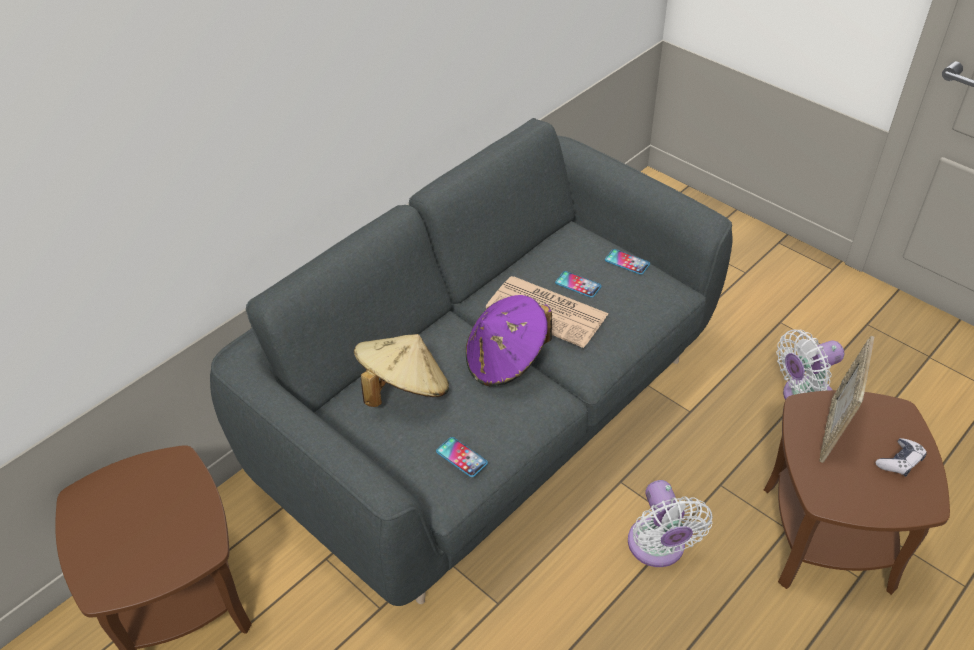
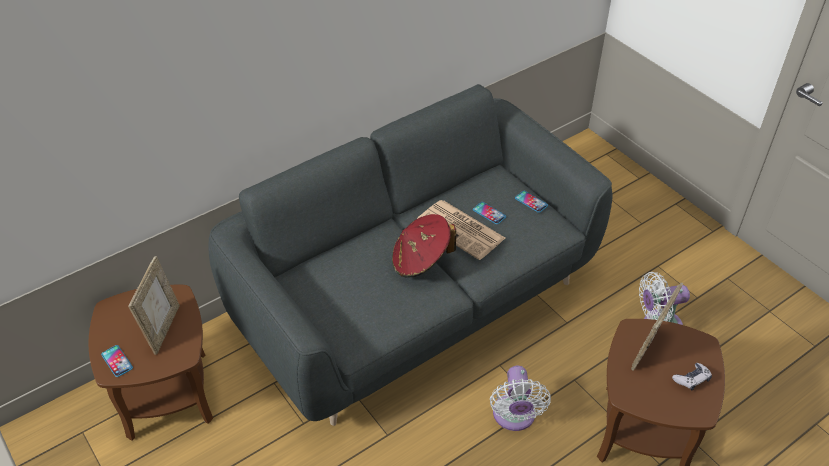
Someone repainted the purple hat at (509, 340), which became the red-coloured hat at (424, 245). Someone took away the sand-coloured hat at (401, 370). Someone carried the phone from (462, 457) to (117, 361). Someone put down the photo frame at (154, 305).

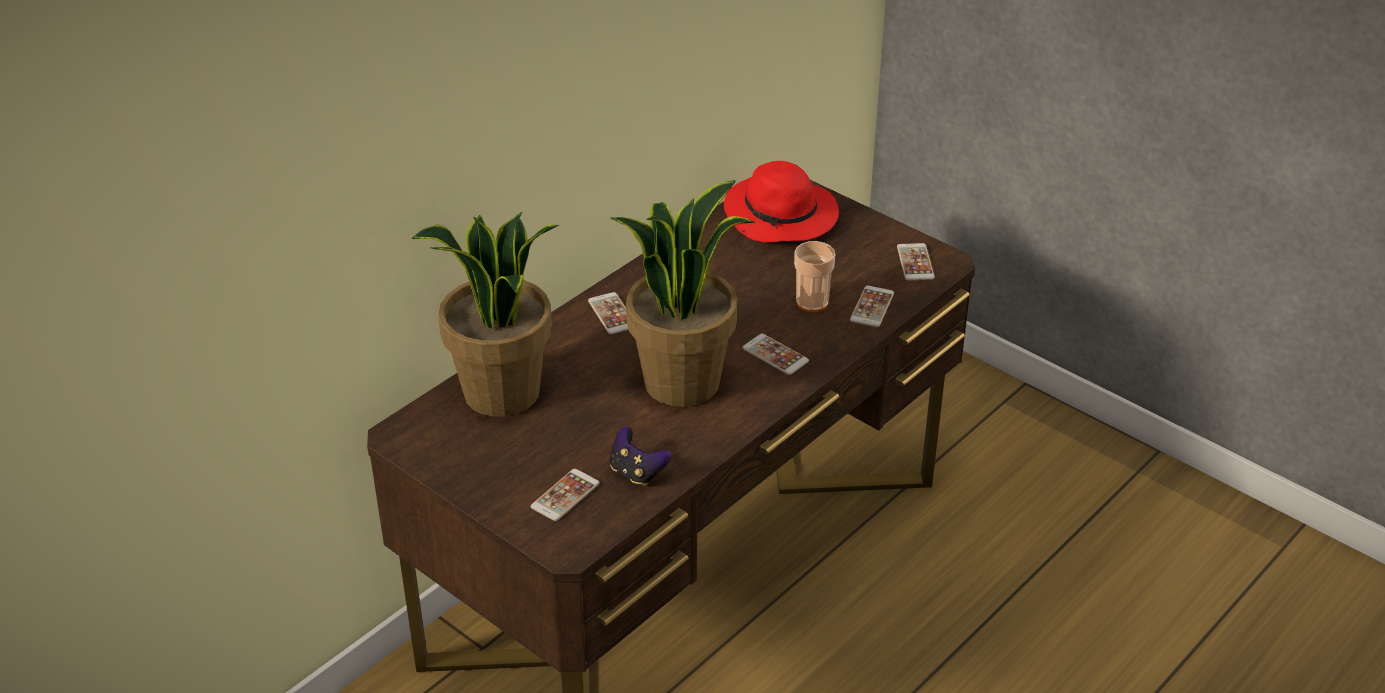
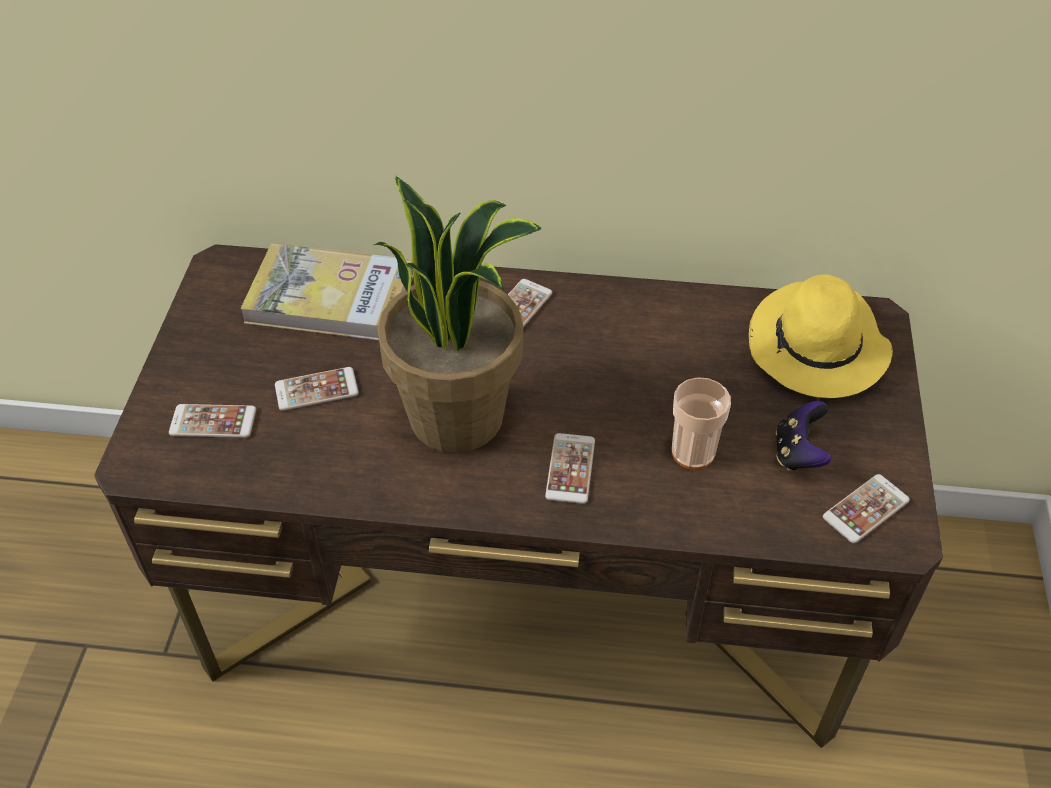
Someone repainted the red-coloured hat at (781, 201), which became the yellowish hat at (821, 336). Someone swapped the plant in a pot at (485, 314) for the book at (326, 291). Someone carried the phone from (872, 306) to (317, 389). Someone carried the game controller from (640, 456) to (804, 436).

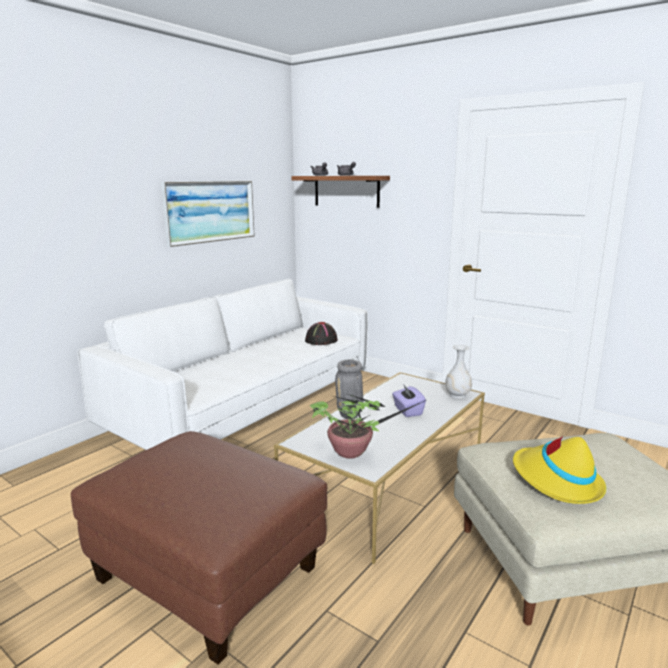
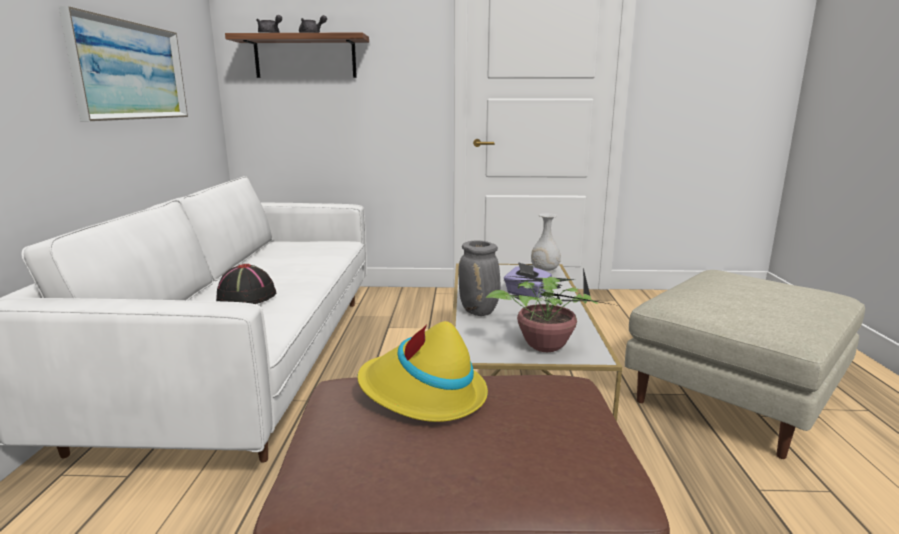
Someone carried the blackish hat from (321, 333) to (246, 284). Someone carried the yellowish hat from (559, 470) to (422, 371).

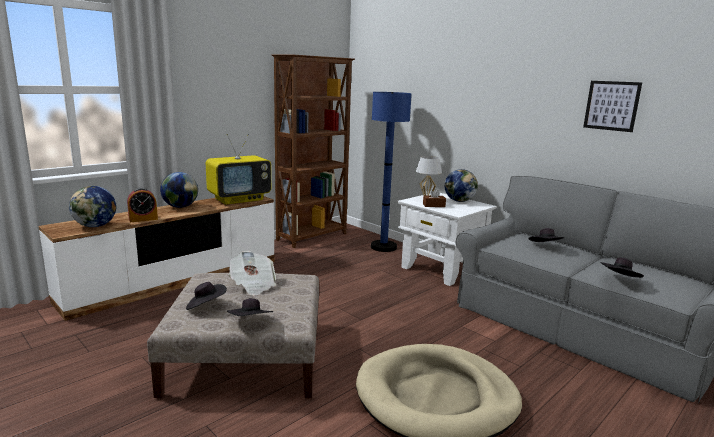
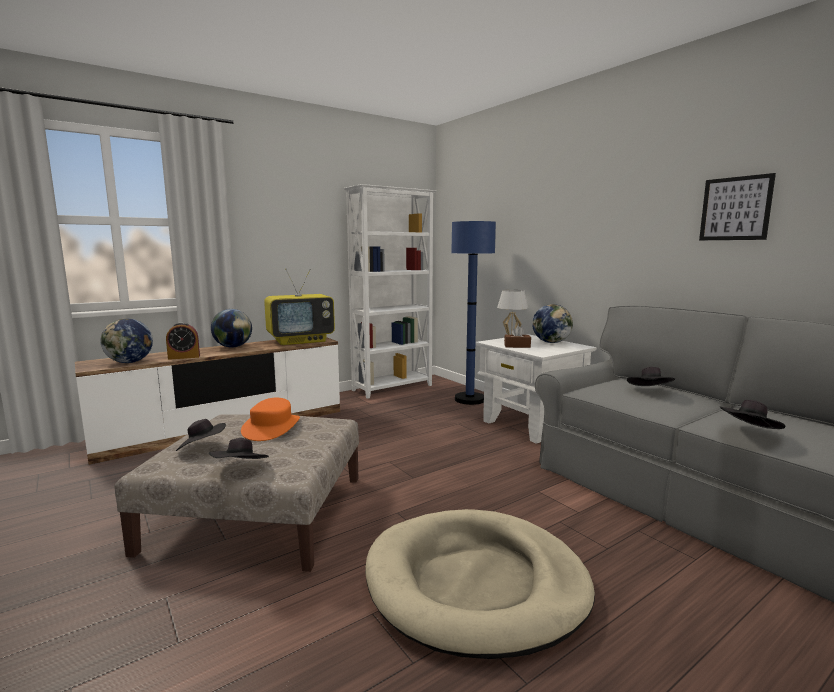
Someone repainted the brownish bookshelf at (313, 151), which became the whitish bookshelf at (390, 291). Someone swapped the daily paper at (252, 273) for the orangey hat at (270, 419).

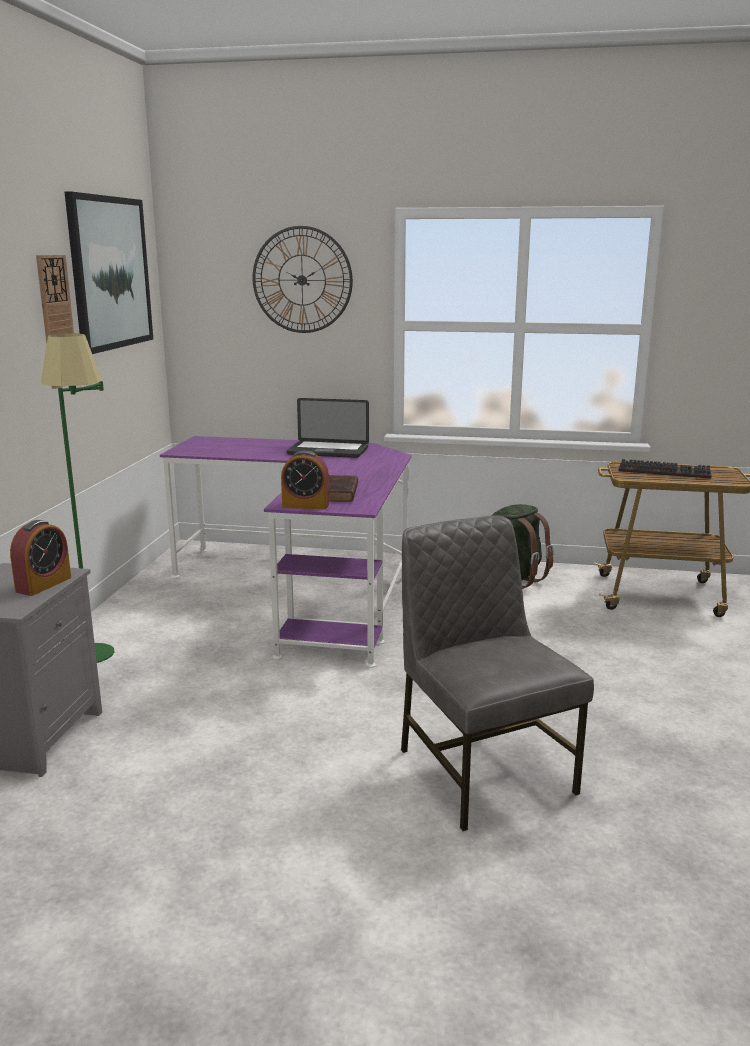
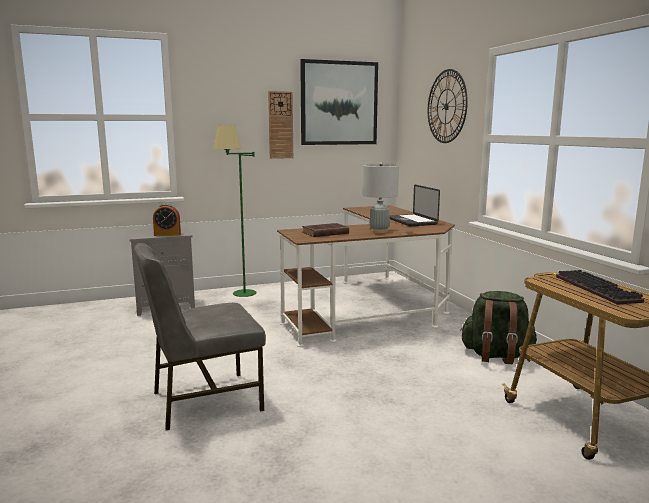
Someone repainted the purple desk unit at (285, 552), which became the brownish desk unit at (366, 276). Someone took away the alarm clock at (305, 479). Someone rotated the greyish plain chair at (497, 673) by 150 degrees counterclockwise. Someone put down the greyish lamp for a table at (381, 197).

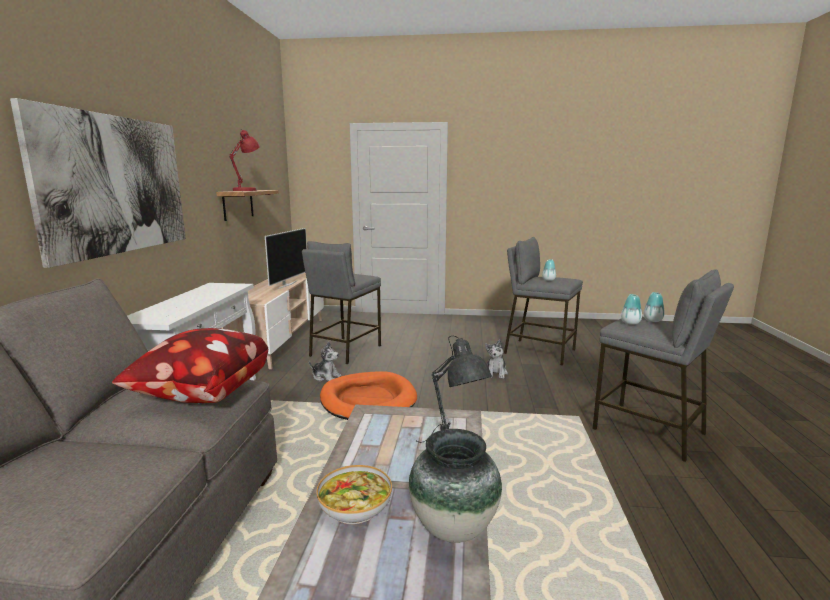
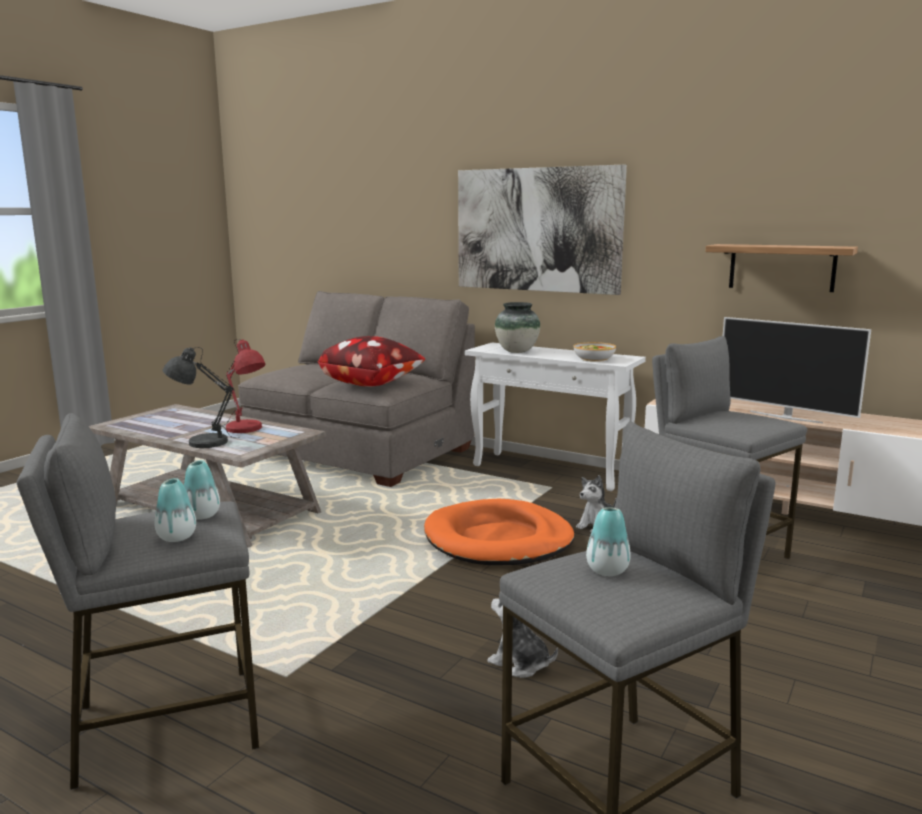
Someone carried the red-coloured lamp for a table from (244, 160) to (243, 386). Someone carried the vase from (455, 486) to (517, 327). Someone carried the bowl from (354, 494) to (595, 352).

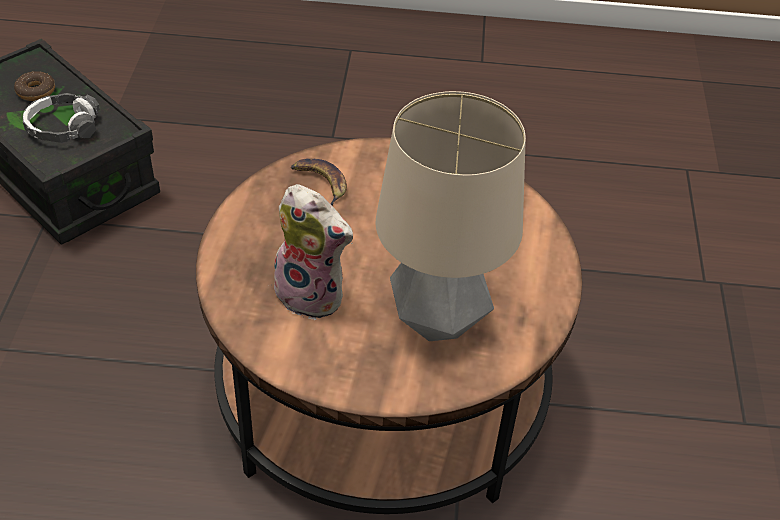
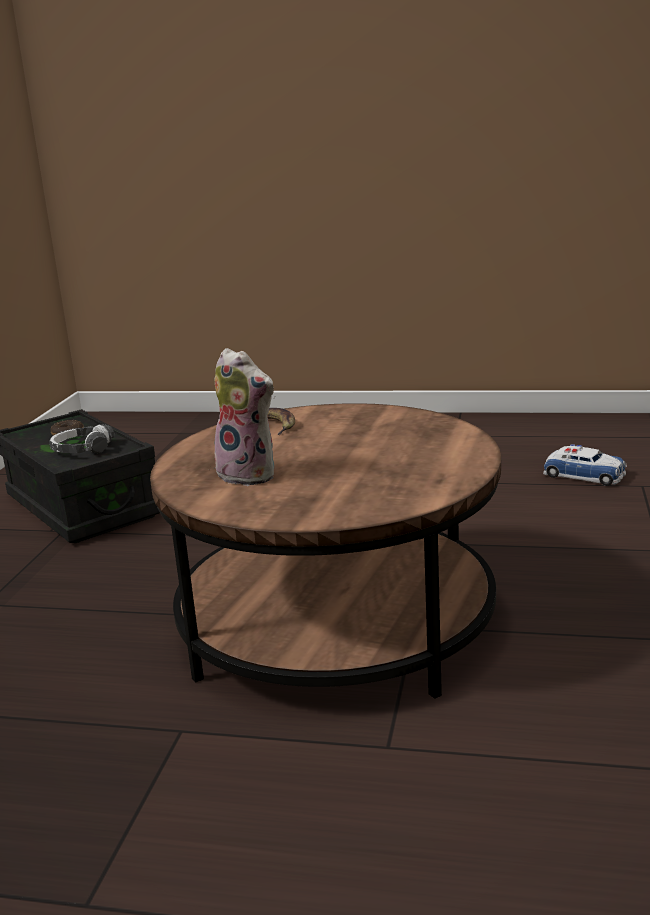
Someone took away the lamp for a table at (451, 216). Someone put down the model car at (584, 465).

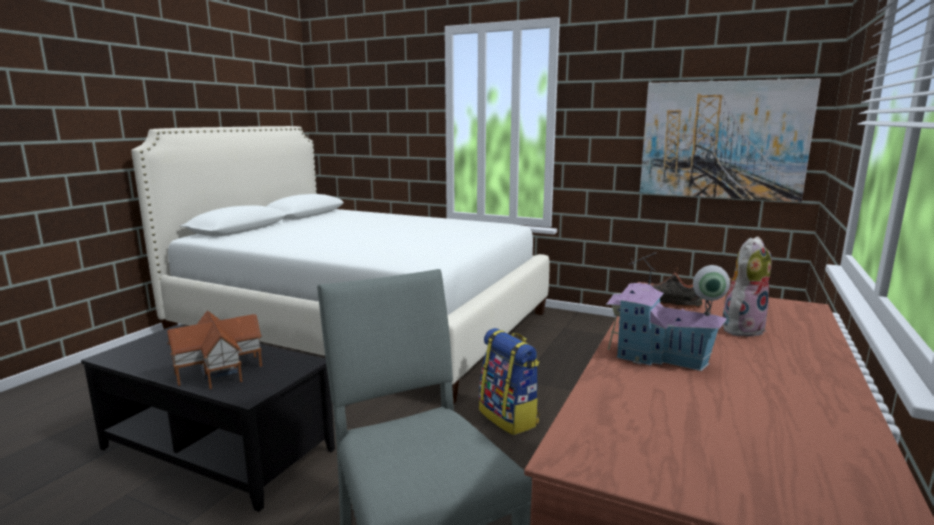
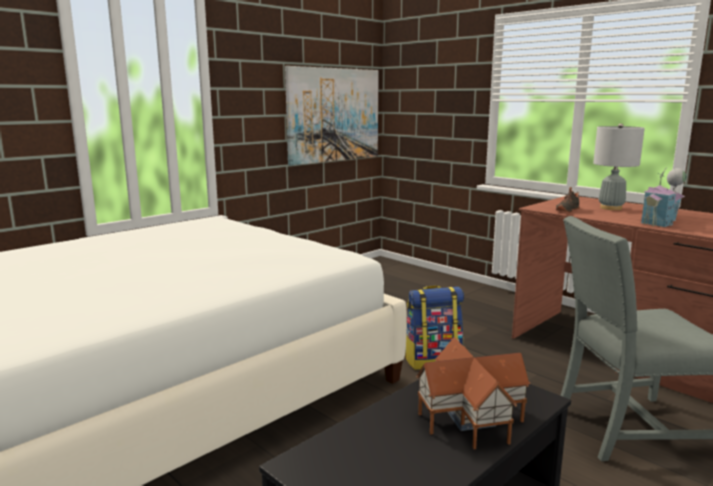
Someone swapped the plush toy at (747, 287) for the greyish lamp for a table at (619, 166).

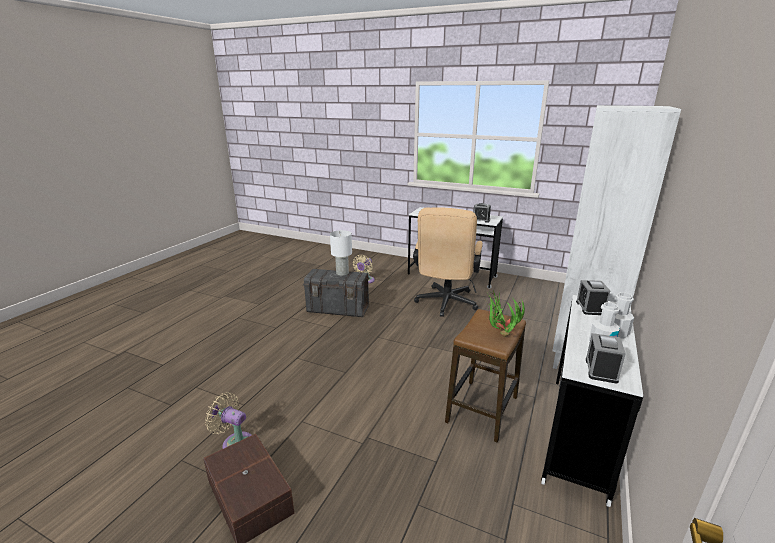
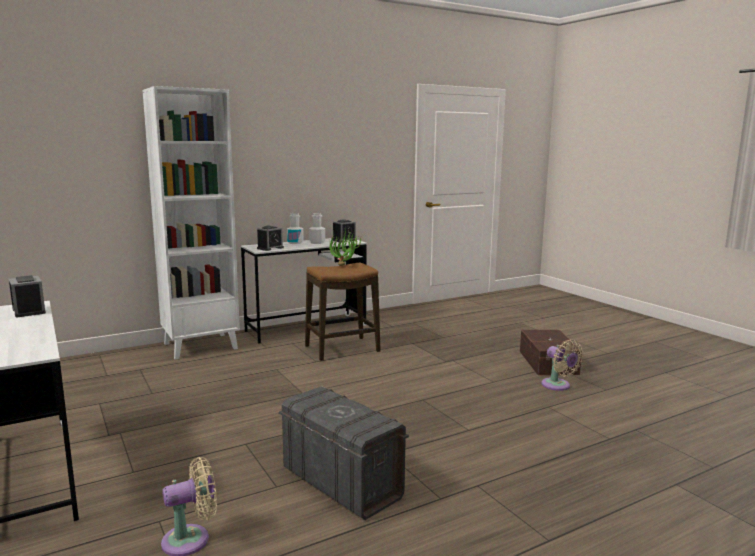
Someone took away the sand-coloured computer chair at (448, 262). Someone took away the whitish lamp for a table at (341, 253).

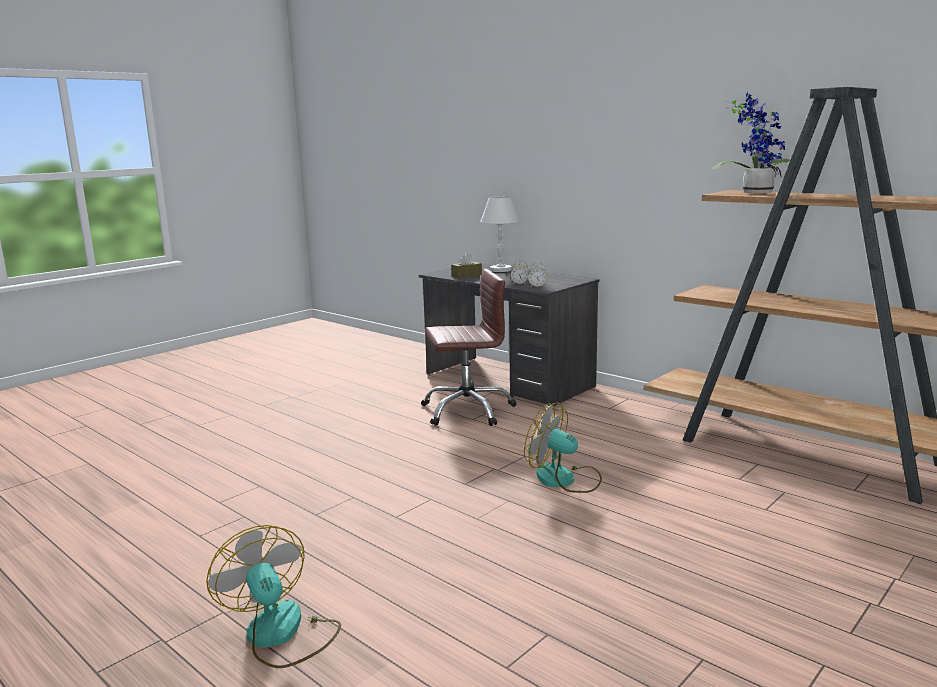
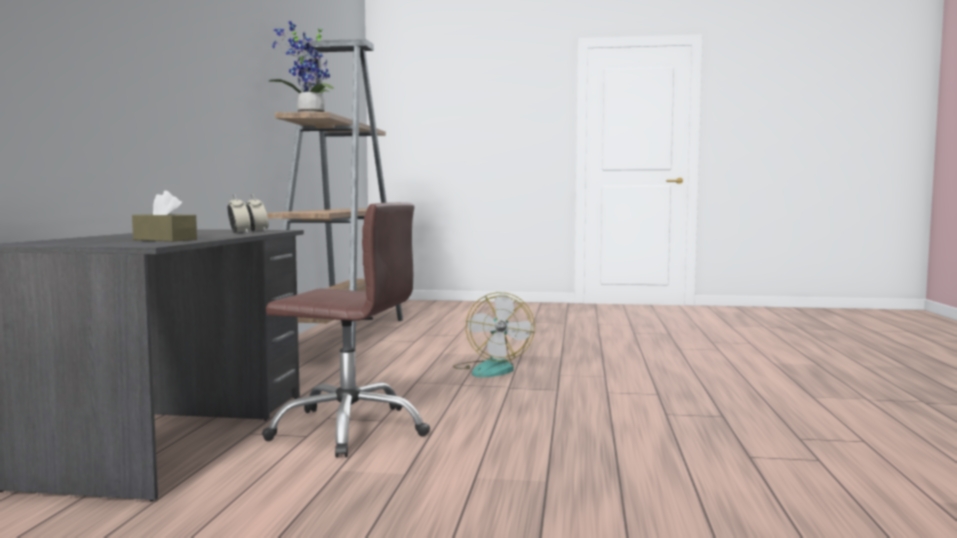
Someone took away the whitish lamp for a table at (500, 234). Someone rotated the brownish computer chair at (468, 347) by 150 degrees clockwise. Someone took away the cooling fan at (273, 596).

